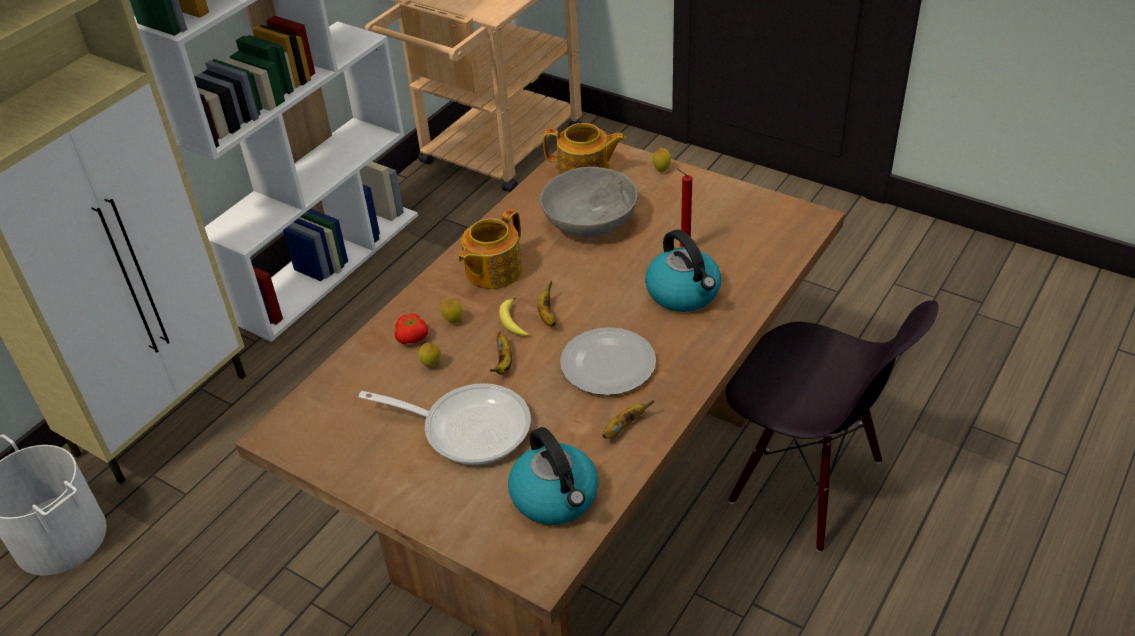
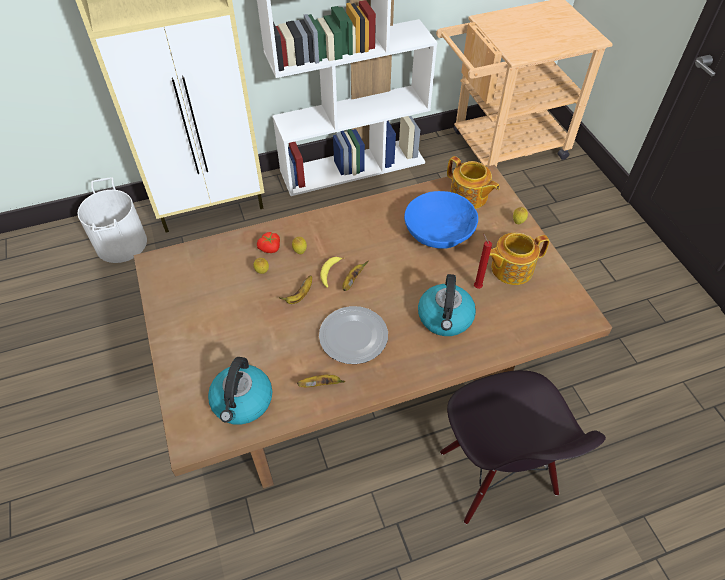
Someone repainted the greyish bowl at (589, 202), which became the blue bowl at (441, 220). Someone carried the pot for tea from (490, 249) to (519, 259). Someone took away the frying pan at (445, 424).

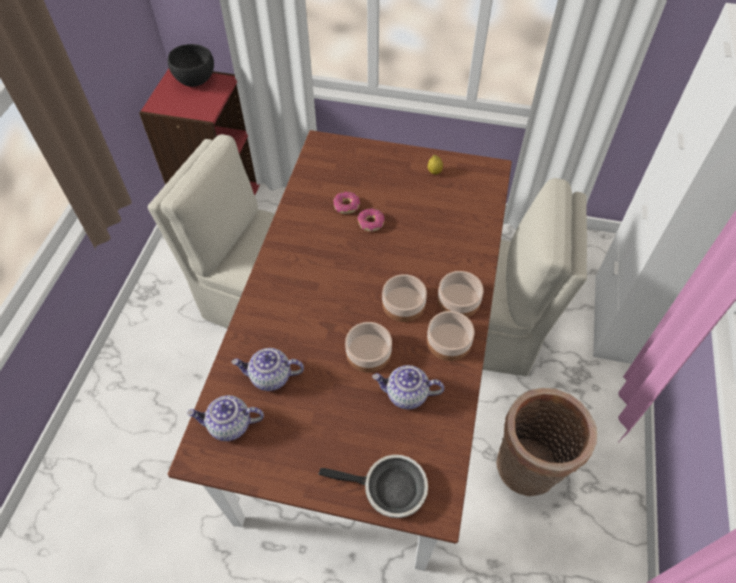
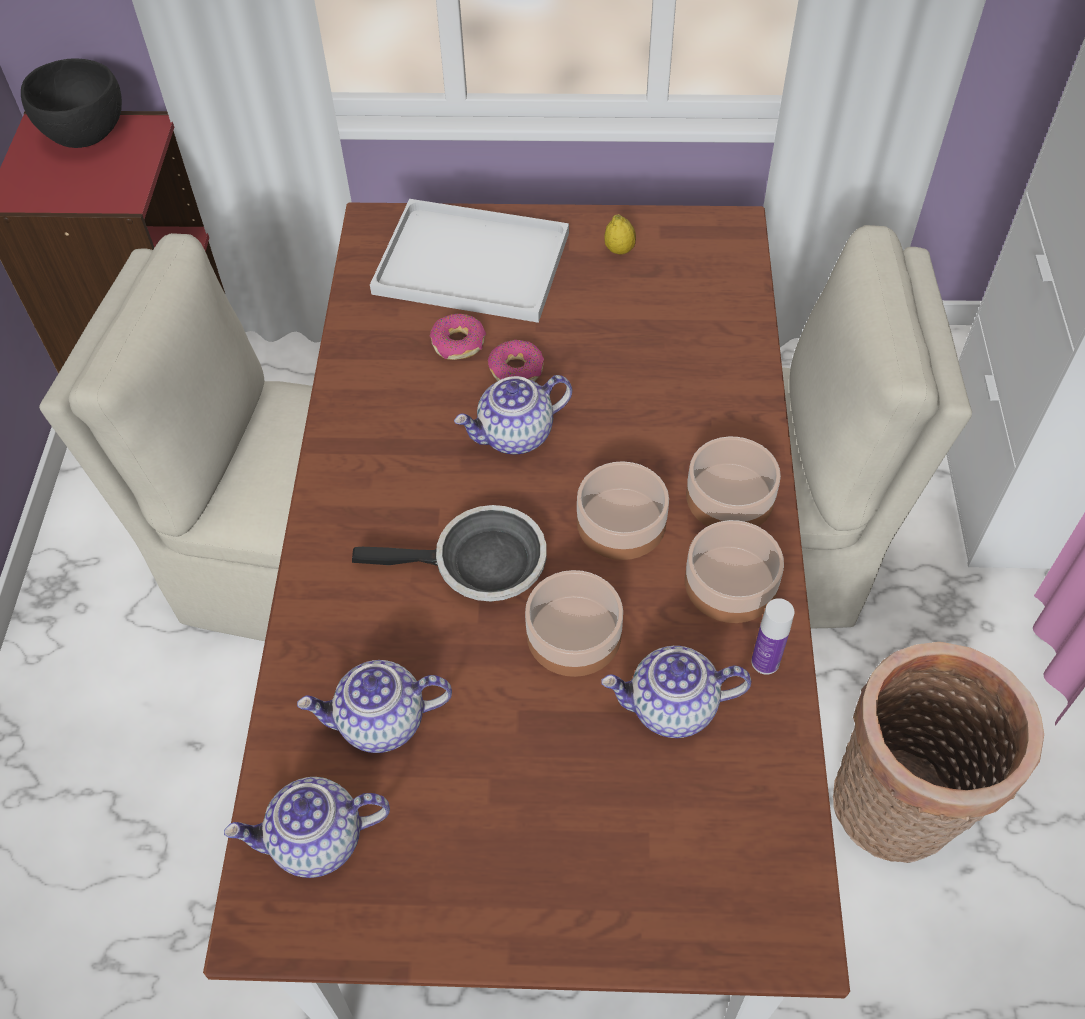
Someone carried the frying pan from (373, 486) to (449, 553). Someone put down the whitish carrying tray at (469, 261). Someone put down the pot for tea at (513, 414). Someone put down the beverage bottle at (772, 636).

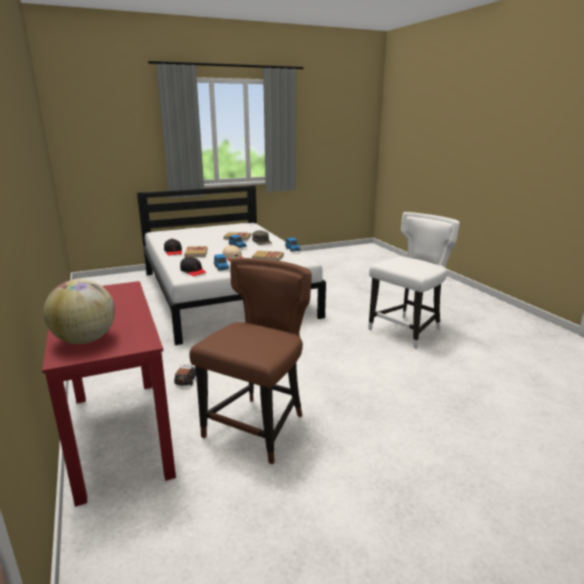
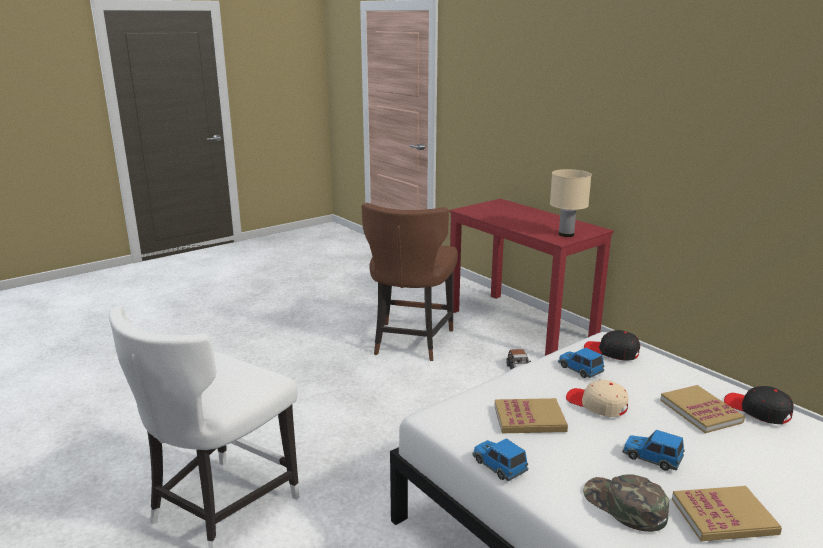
Someone took away the world globe at (79, 311). Someone put down the sand-coloured lamp for a table at (571, 203).

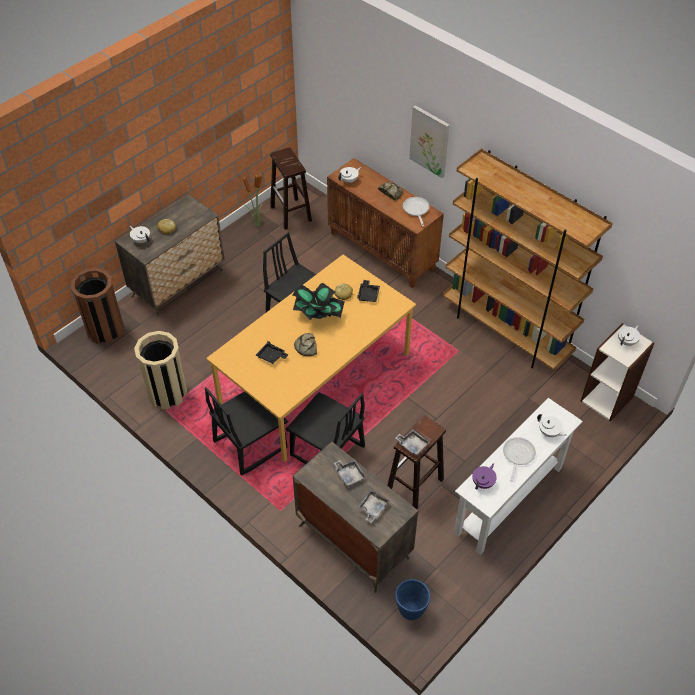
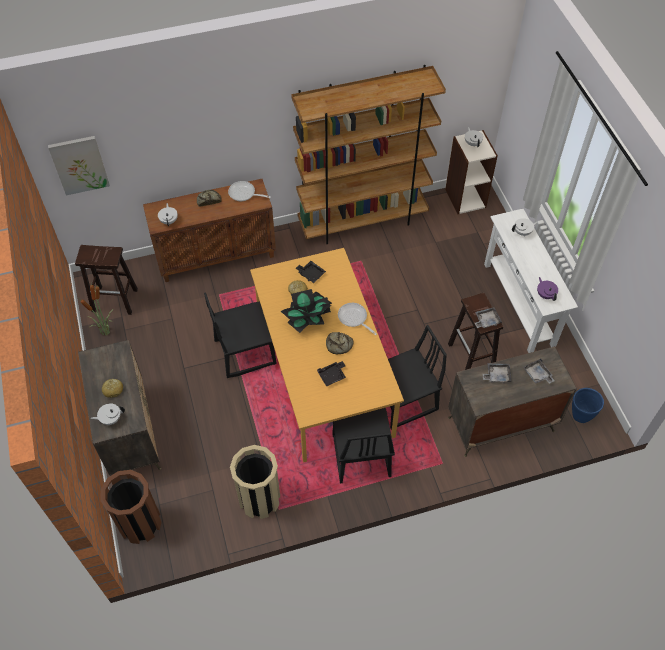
Someone carried the wall art from (429, 141) to (79, 165). Someone carried the frying pan from (519, 459) to (357, 319).

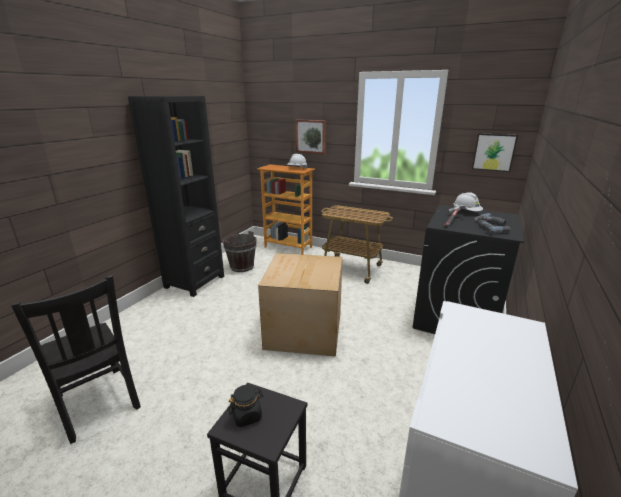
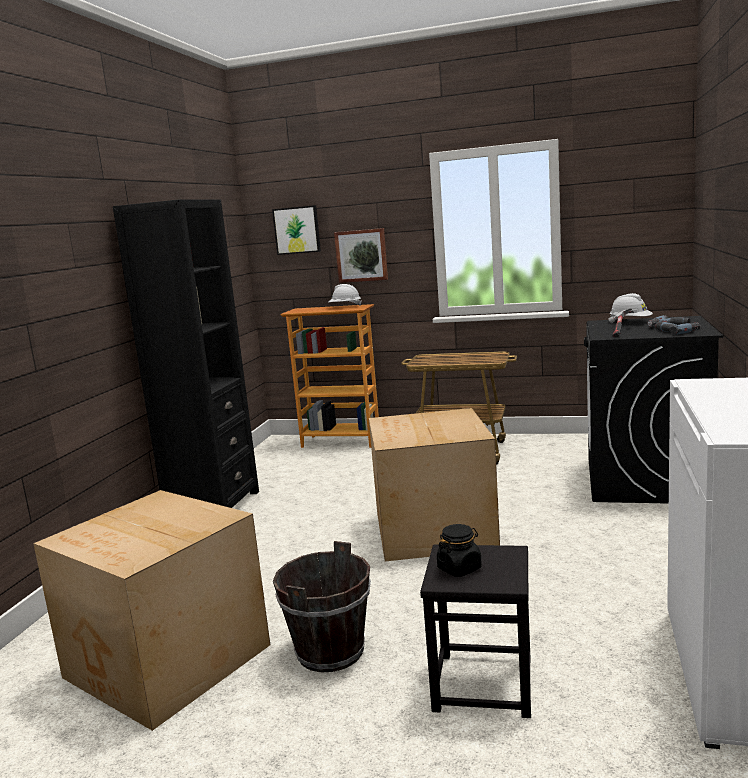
Someone carried the wall art from (495, 152) to (296, 230). Someone carried the brownish pail from (240, 251) to (322, 607). Someone swapped the blackish plain chair at (76, 359) for the carton at (151, 610).

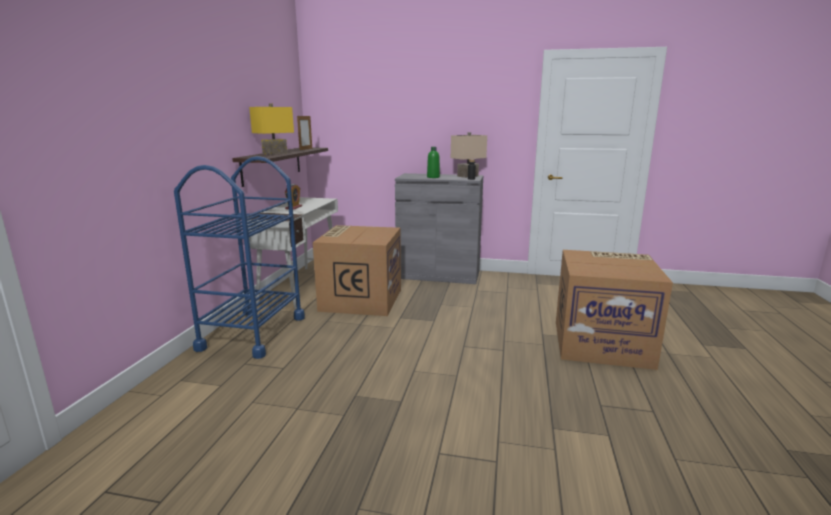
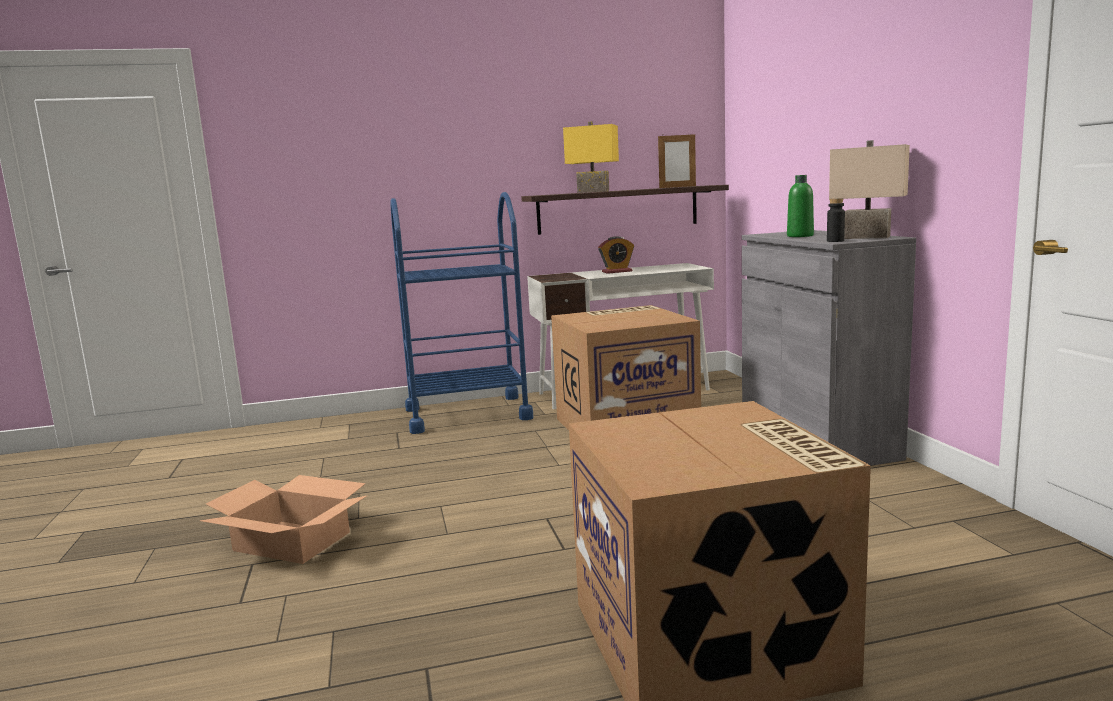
Someone put down the carton at (284, 519).

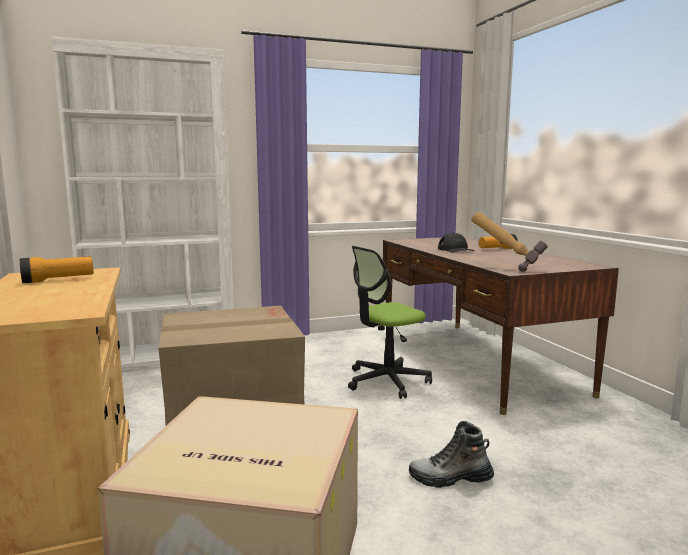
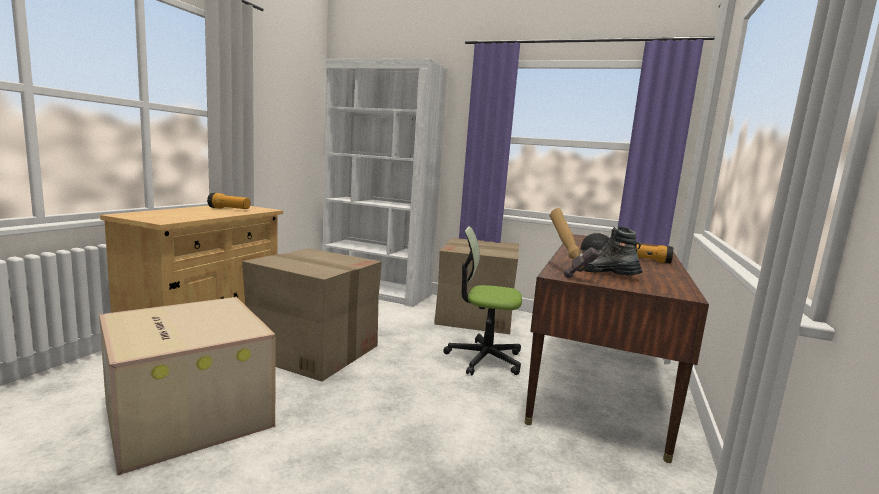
Someone carried the tall boot from (451, 454) to (611, 251). Someone put down the carton at (476, 286).

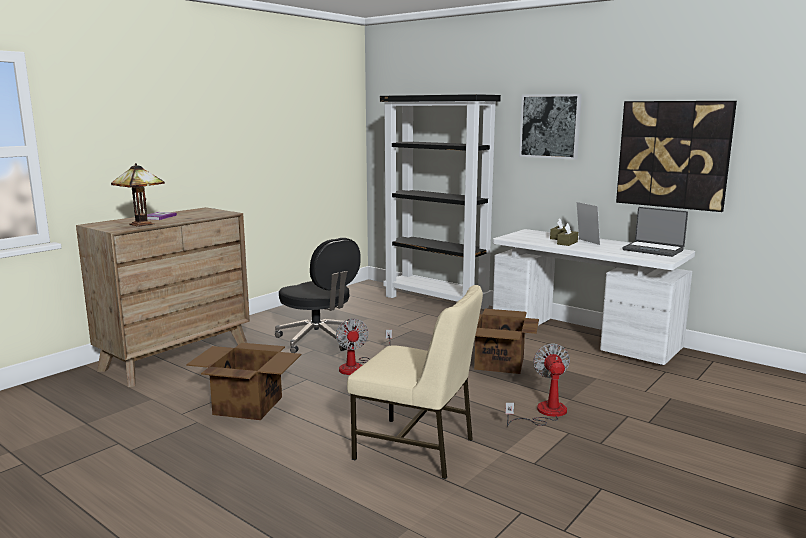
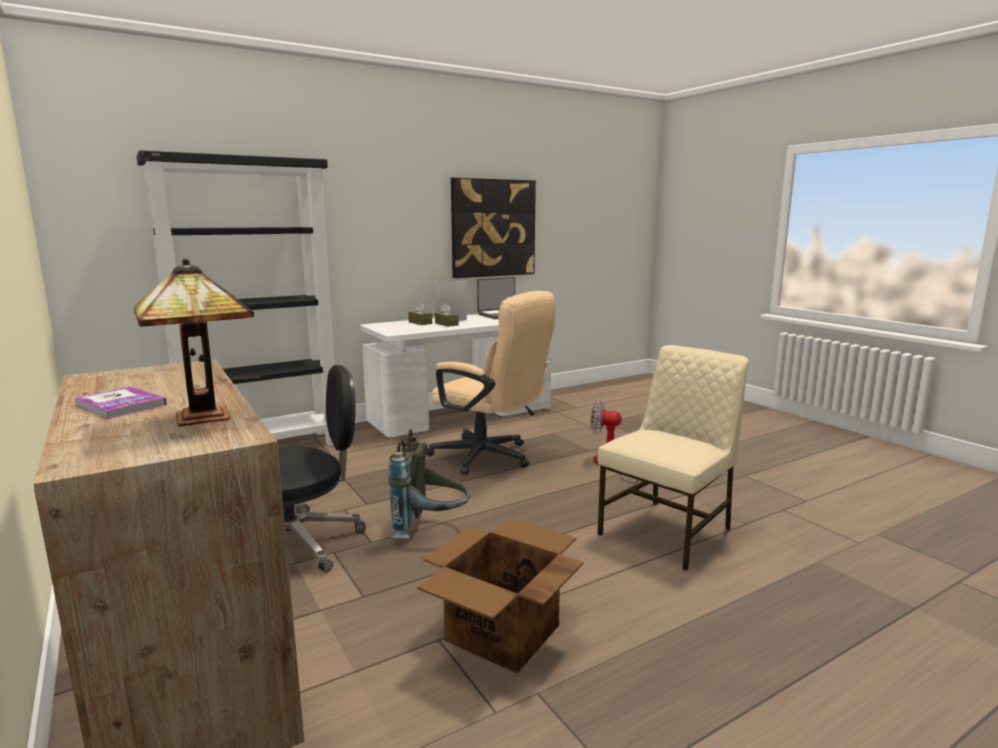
Someone took away the wall art at (550, 127). Someone swapped the carton at (506, 341) for the sand-coloured computer chair at (491, 383). Someone swapped the cooling fan at (364, 347) for the greyish backpack at (429, 483).

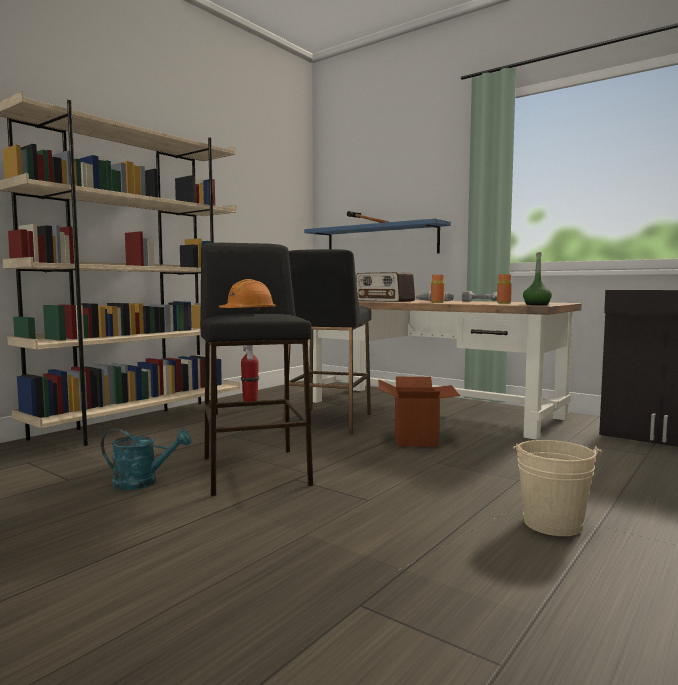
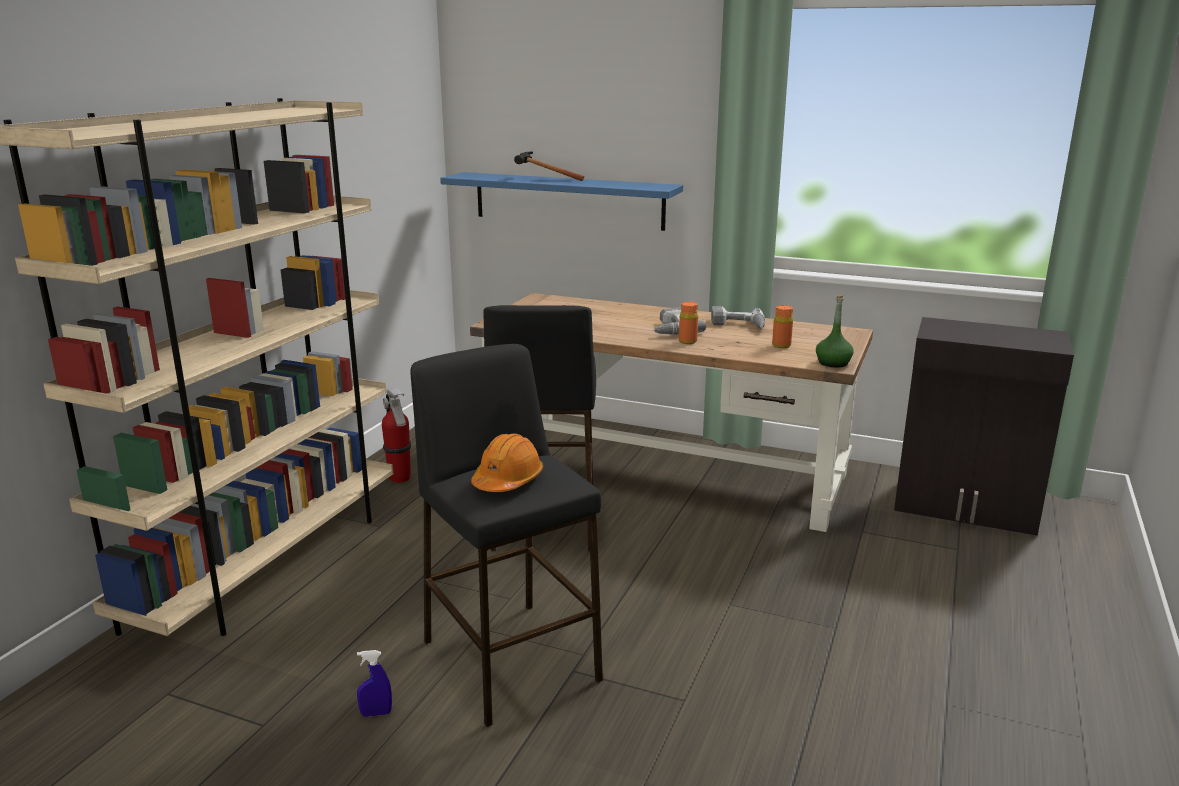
Someone took away the radio set at (385, 287). Someone took away the carton at (419, 412). Someone swapped the turquoise sprinkling can at (146, 459) for the blue spray bottle at (374, 683). Someone took away the sand-coloured pail at (557, 488).

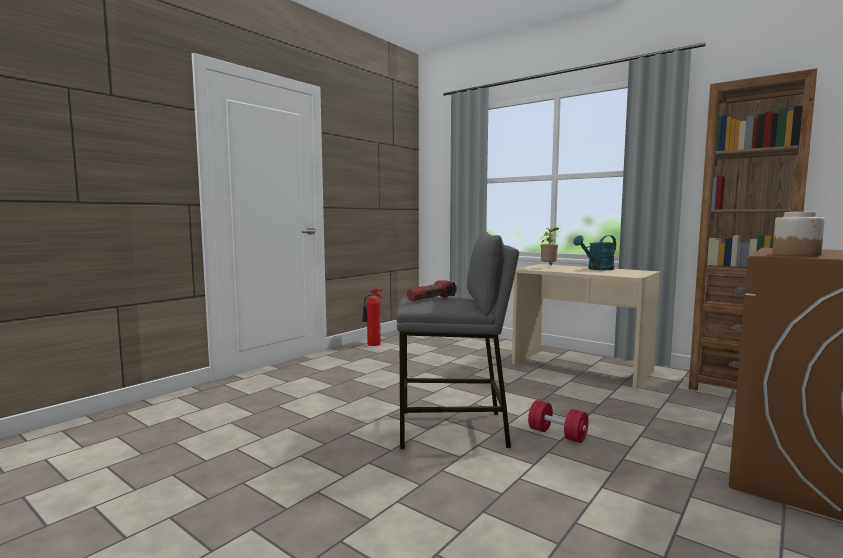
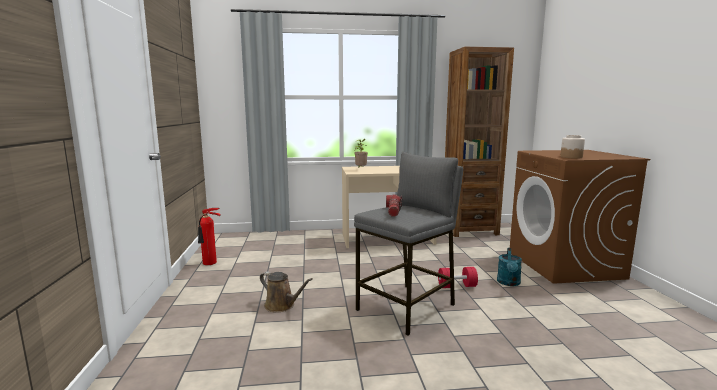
Someone carried the turquoise sprinkling can from (595, 252) to (509, 267). Someone put down the brownish sprinkling can at (286, 291).

